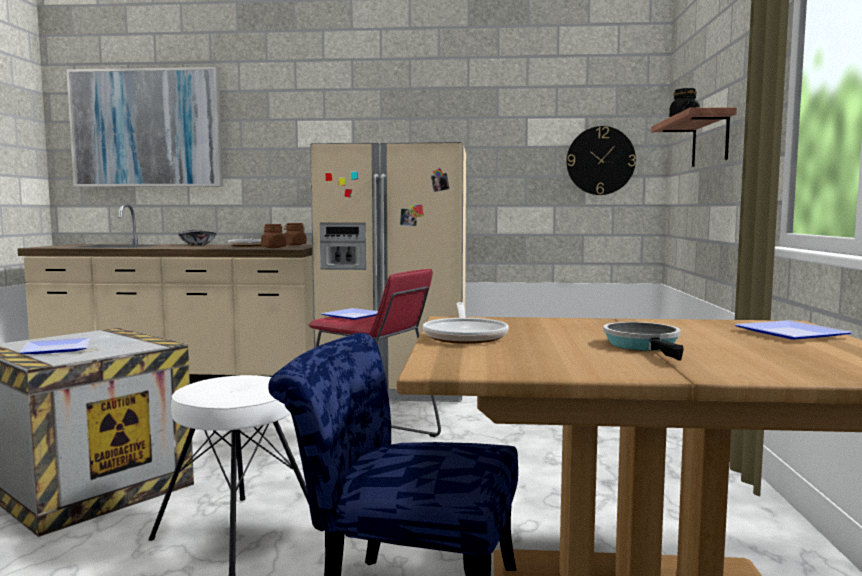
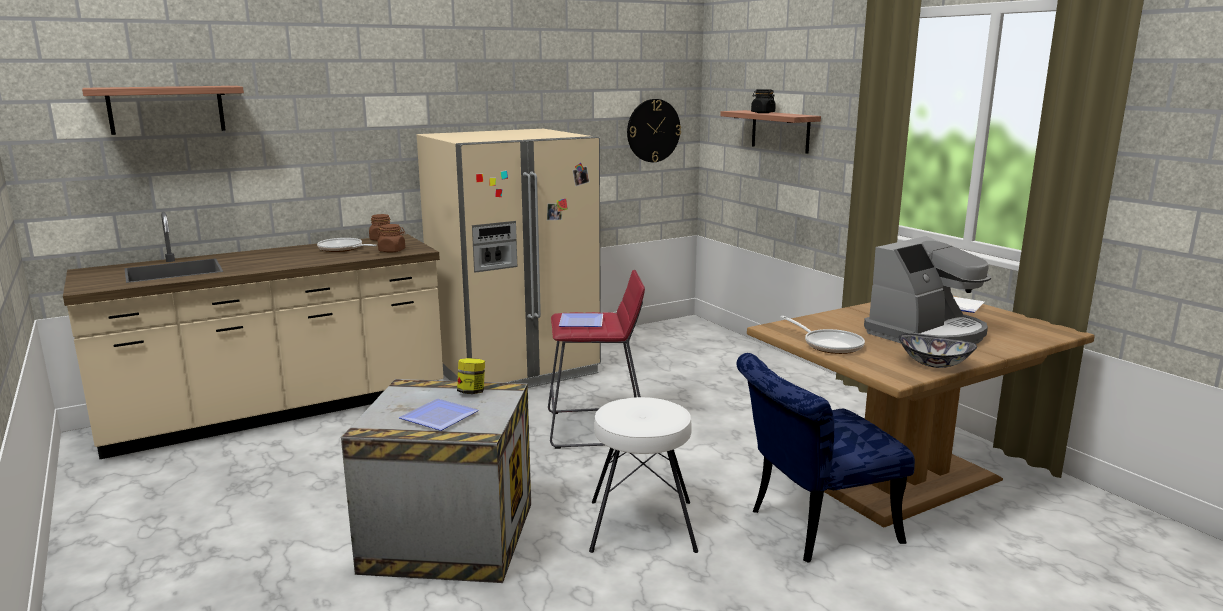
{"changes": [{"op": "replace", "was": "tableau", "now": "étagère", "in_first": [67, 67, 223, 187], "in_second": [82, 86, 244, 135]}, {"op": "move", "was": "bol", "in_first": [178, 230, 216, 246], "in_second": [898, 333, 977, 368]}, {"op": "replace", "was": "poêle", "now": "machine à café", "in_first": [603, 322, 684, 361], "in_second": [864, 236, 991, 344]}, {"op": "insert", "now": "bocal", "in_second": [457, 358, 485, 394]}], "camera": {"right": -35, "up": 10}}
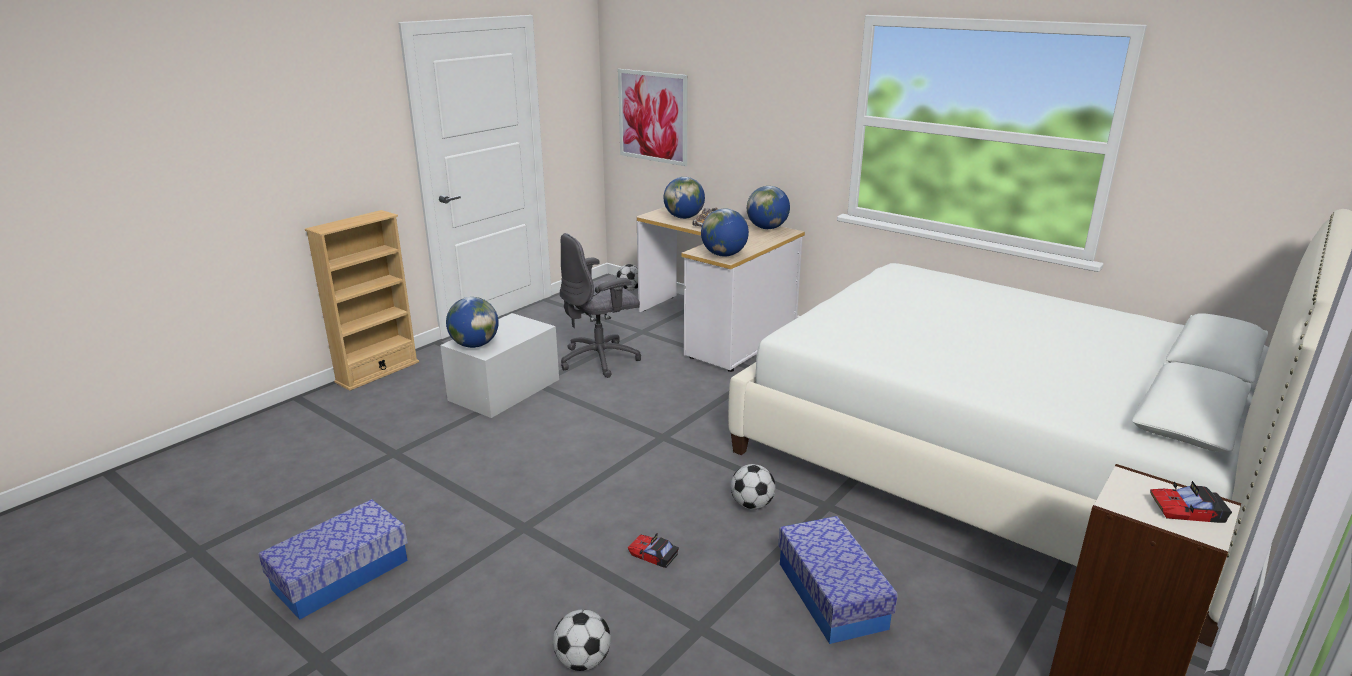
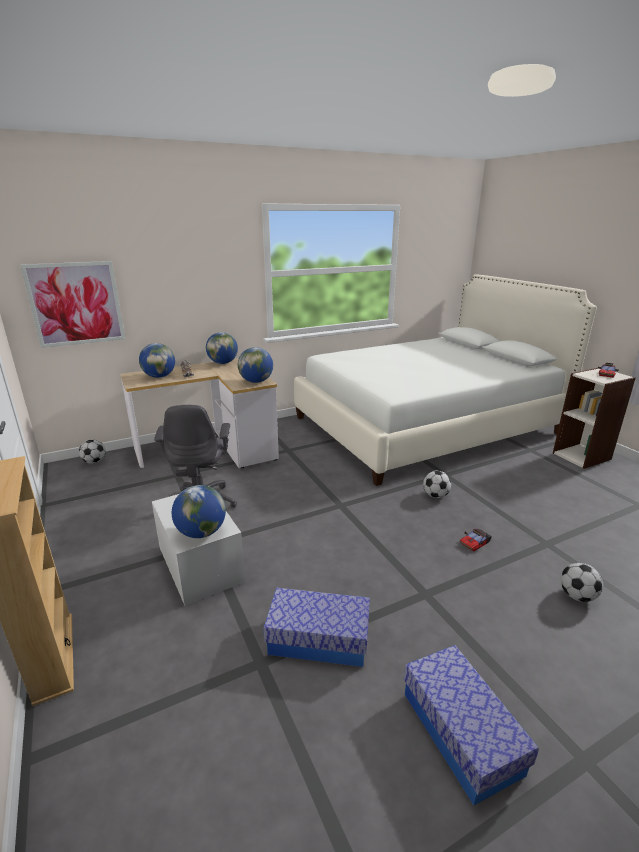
{"changes": [{"op": "move", "was": "boîte de rangement", "in_first": [778, 516, 898, 644], "in_second": [263, 588, 370, 667]}], "camera": {"right": -65, "up": 0}}
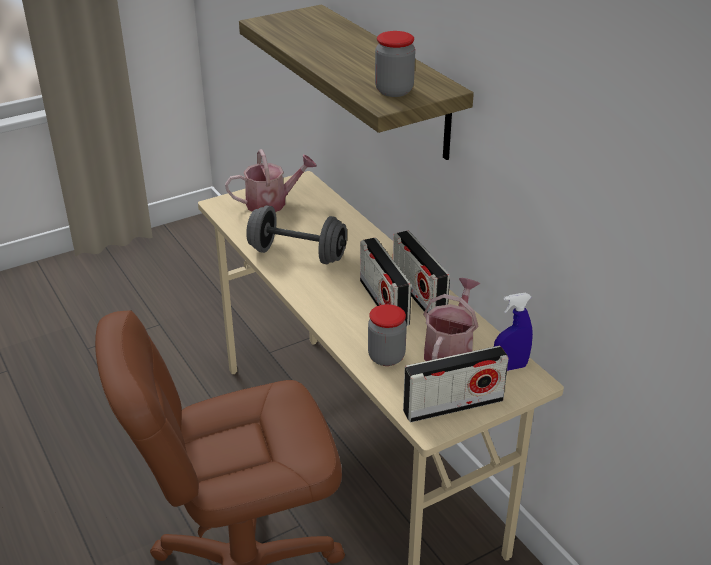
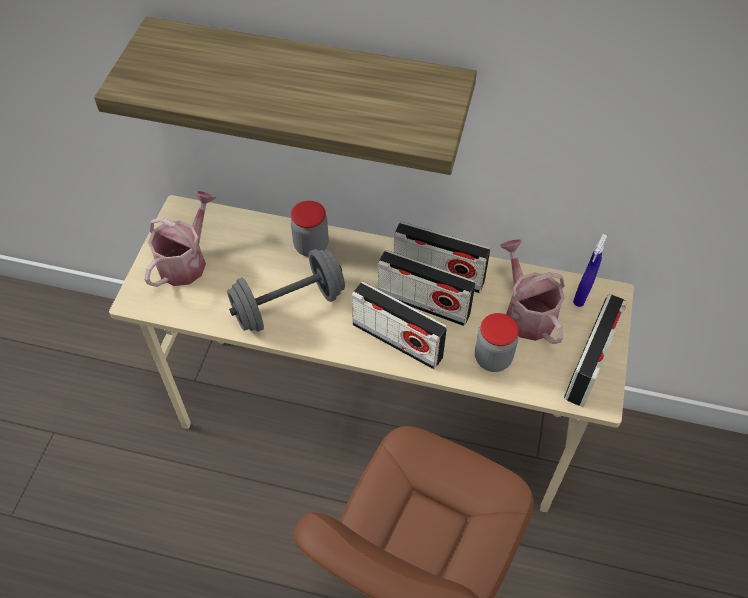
{"changes": [{"op": "move", "was": "bocal", "in_first": [375, 31, 415, 97], "in_second": [291, 201, 329, 257]}, {"op": "insert", "now": "radio", "in_second": [352, 281, 447, 369]}], "camera": {"right": -45, "up": 20}}
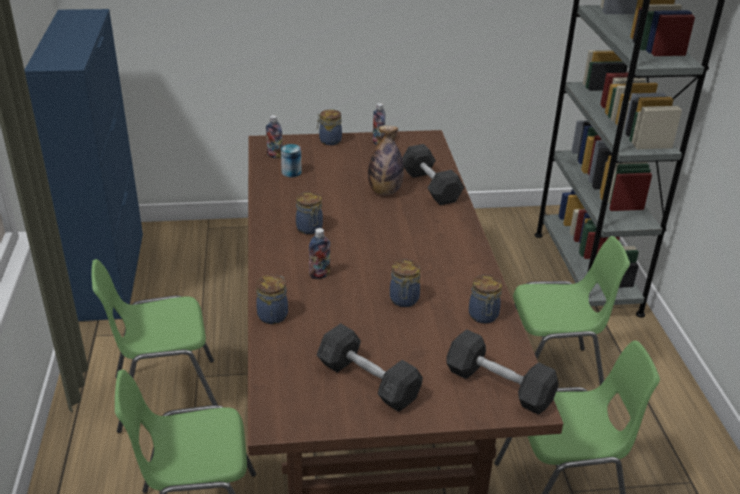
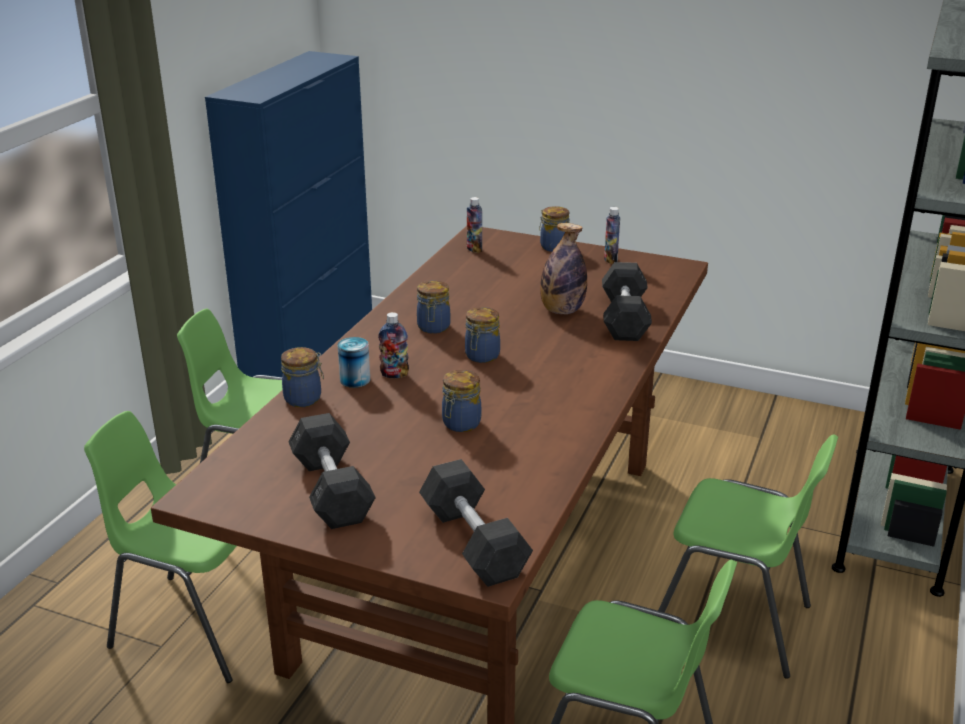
{"changes": [{"op": "move", "was": "boîte métallique", "in_first": [281, 144, 302, 177], "in_second": [337, 337, 370, 388]}, {"op": "move", "was": "bocal", "in_first": [469, 275, 502, 324], "in_second": [465, 307, 500, 363]}], "camera": {"right": 30, "up": -5}}
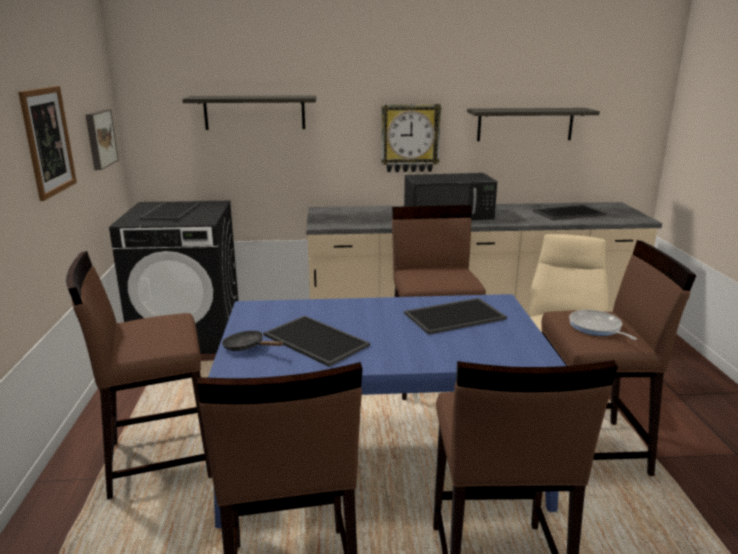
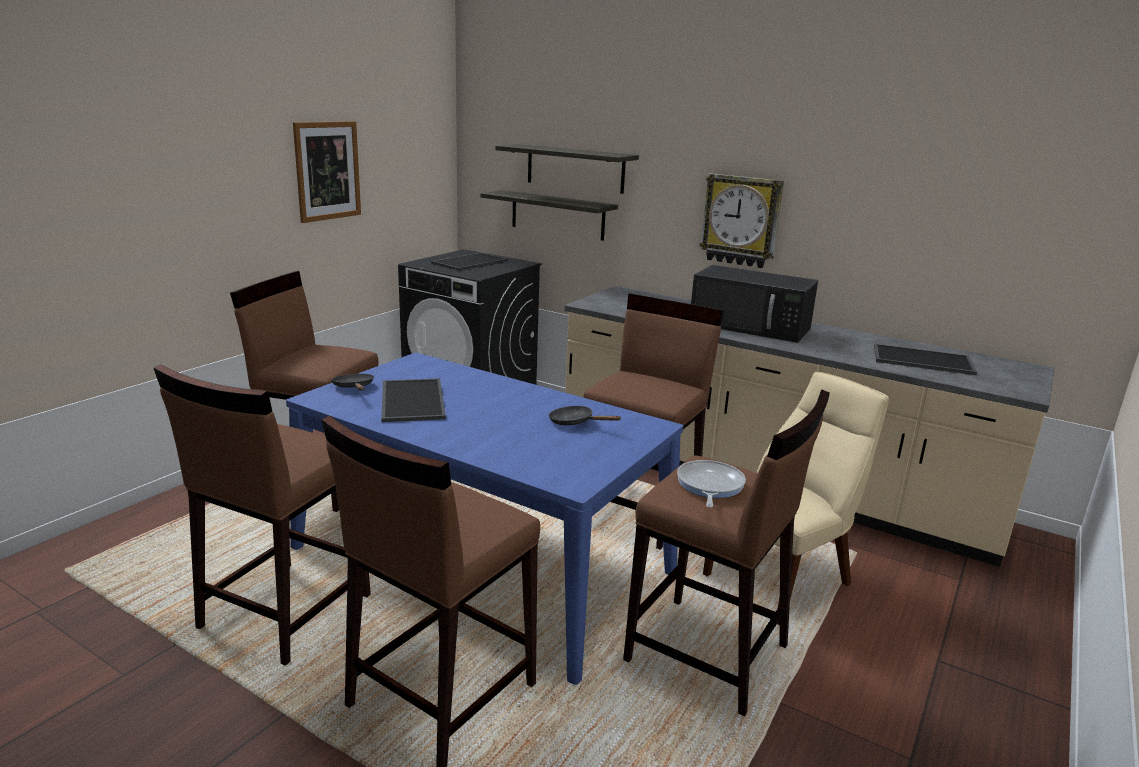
{"changes": [{"op": "move", "was": "étagère", "in_first": [467, 108, 600, 141], "in_second": [480, 190, 618, 241]}, {"op": "delete", "was": "tableau", "in_first": [86, 109, 119, 170]}, {"op": "replace", "was": "plateau", "now": "poêle [noir]", "in_first": [404, 298, 507, 335], "in_second": [549, 406, 620, 425]}], "camera": {"right": 35, "up": 0}}
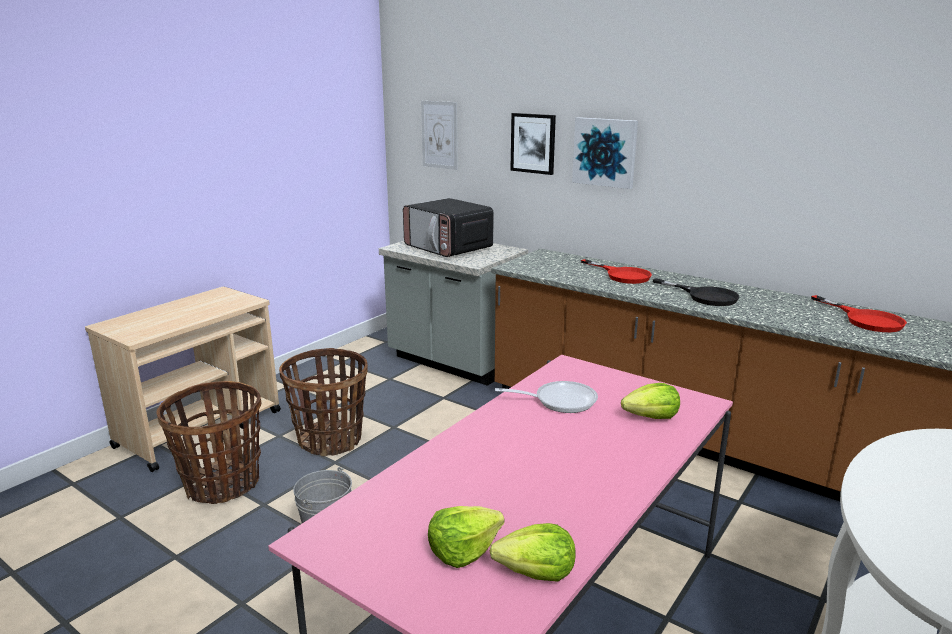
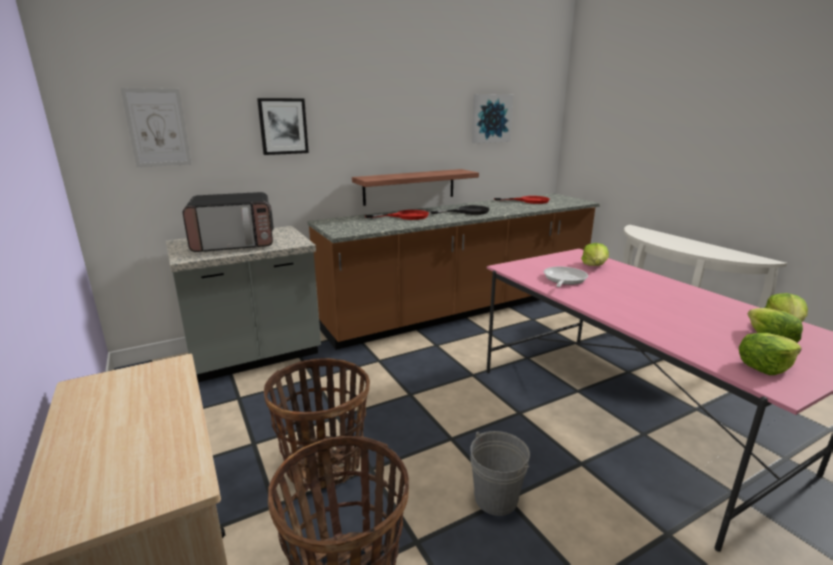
{"changes": [{"op": "move", "was": "tableau", "in_first": [572, 117, 638, 189], "in_second": [472, 94, 513, 143]}, {"op": "insert", "now": "étagère", "in_second": [352, 169, 479, 206]}, {"op": "insert", "now": "laitue", "in_second": [739, 333, 802, 375]}], "camera": {"right": -65, "up": 0}}
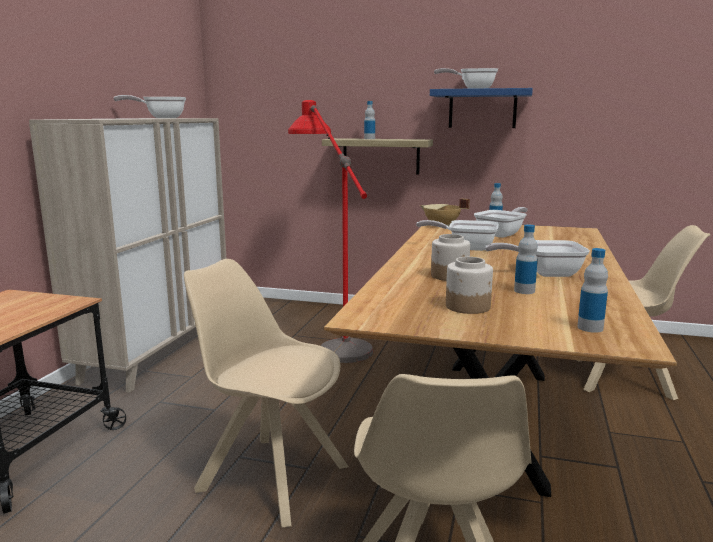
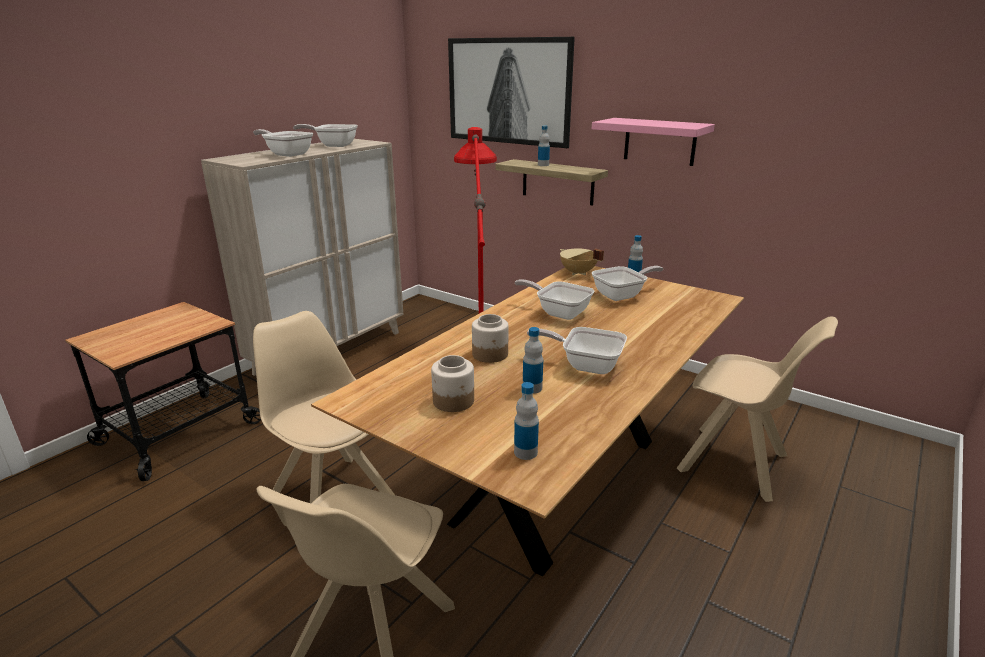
{"changes": [{"op": "move", "was": "poêle", "in_first": [434, 68, 498, 89], "in_second": [253, 129, 313, 157]}, {"op": "recolor", "was": "étagère [bleu]", "now": "étagère [rose]", "in_first": [430, 88, 533, 128], "in_second": [592, 118, 715, 166]}, {"op": "insert", "now": "tableau", "in_second": [448, 37, 575, 148]}], "camera": {"right": 20, "up": 10}}
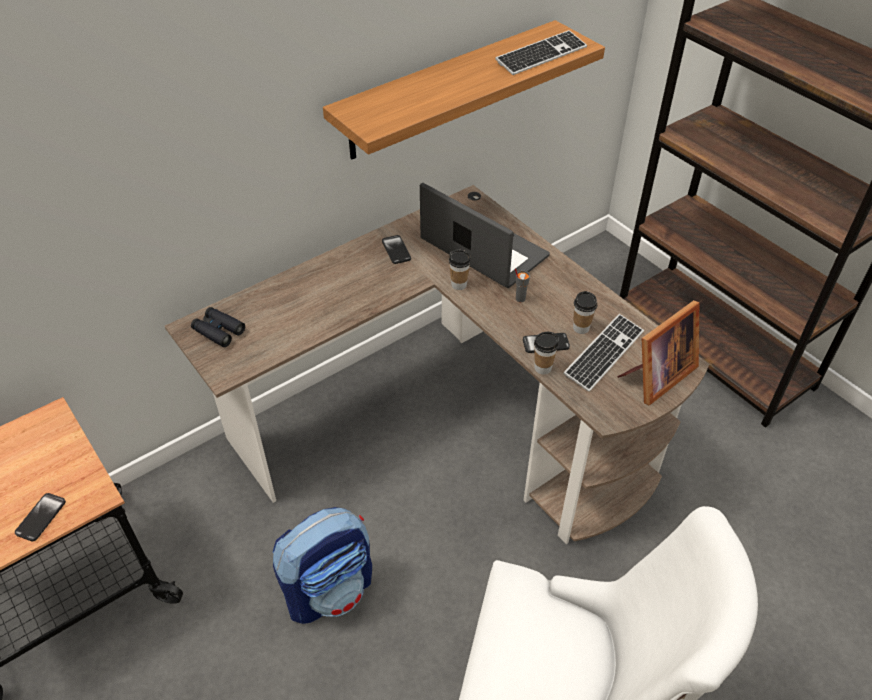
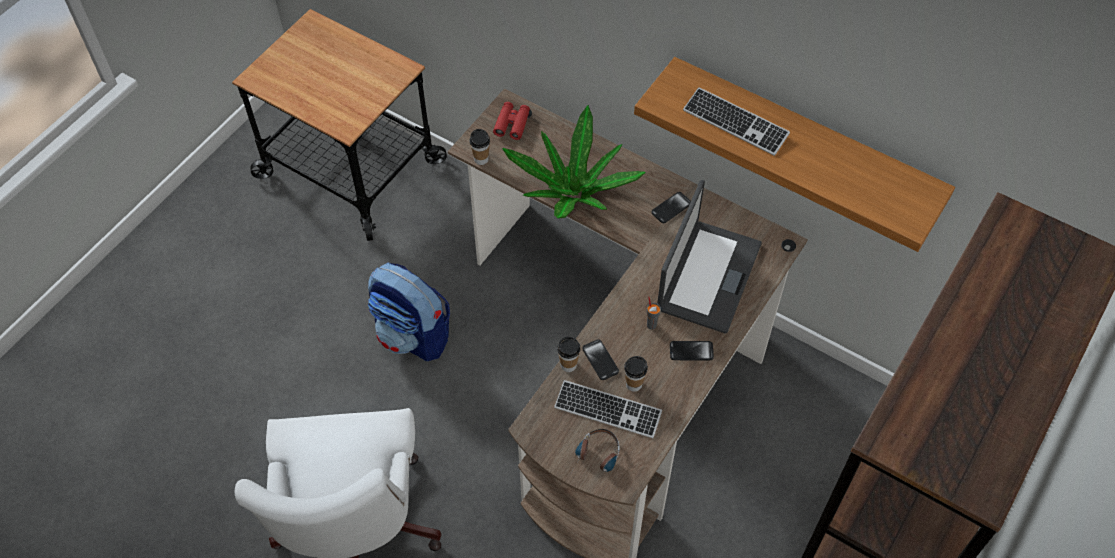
{"changes": [{"op": "move", "was": "clavier", "in_first": [495, 30, 587, 75], "in_second": [683, 87, 790, 156]}, {"op": "move", "was": "tasse", "in_first": [449, 250, 471, 290], "in_second": [469, 129, 490, 165]}, {"op": "replace", "was": "cadre photo", "now": "casque audio", "in_first": [617, 300, 699, 405], "in_second": [575, 429, 620, 472]}, {"op": "recolor", "was": "jumelles [noir]", "now": "jumelles [rouge]", "in_first": [191, 307, 245, 347], "in_second": [493, 102, 530, 140]}, {"op": "move", "was": "téléphone", "in_first": [15, 493, 66, 541], "in_second": [670, 341, 714, 360]}, {"op": "insert", "now": "plante en pot", "in_second": [502, 105, 646, 219]}], "camera": {"right": 70, "up": 10}}
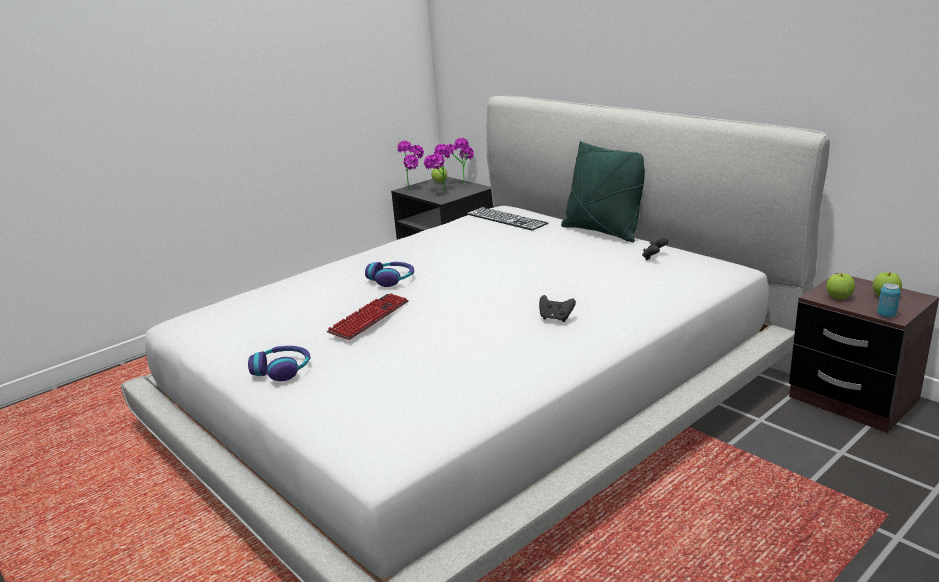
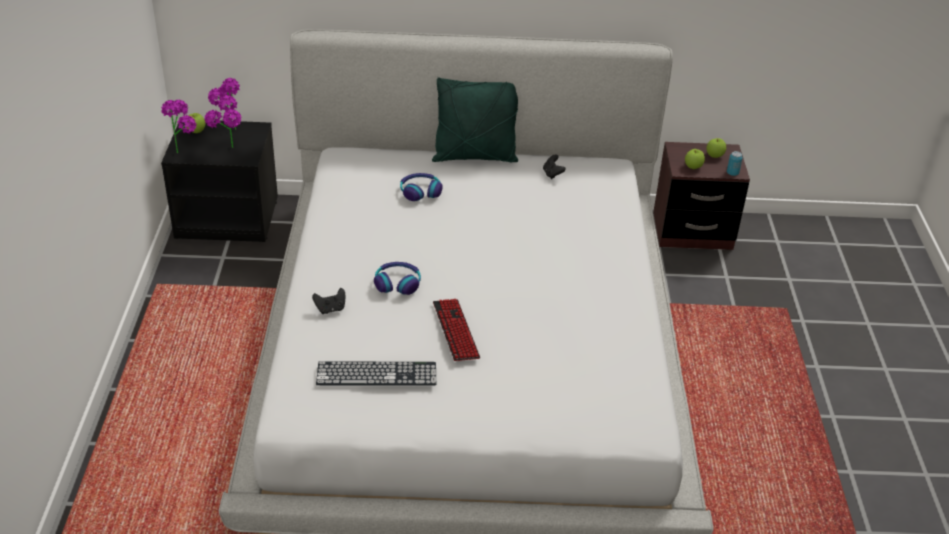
{"changes": [{"op": "move", "was": "clavier", "in_first": [466, 207, 548, 230], "in_second": [316, 361, 436, 385]}, {"op": "move", "was": "manette [noir]", "in_first": [539, 295, 576, 322], "in_second": [312, 288, 345, 314]}, {"op": "move", "was": "casque audio", "in_first": [248, 346, 310, 381], "in_second": [400, 173, 443, 201]}], "camera": {"right": -50, "up": 15}}
